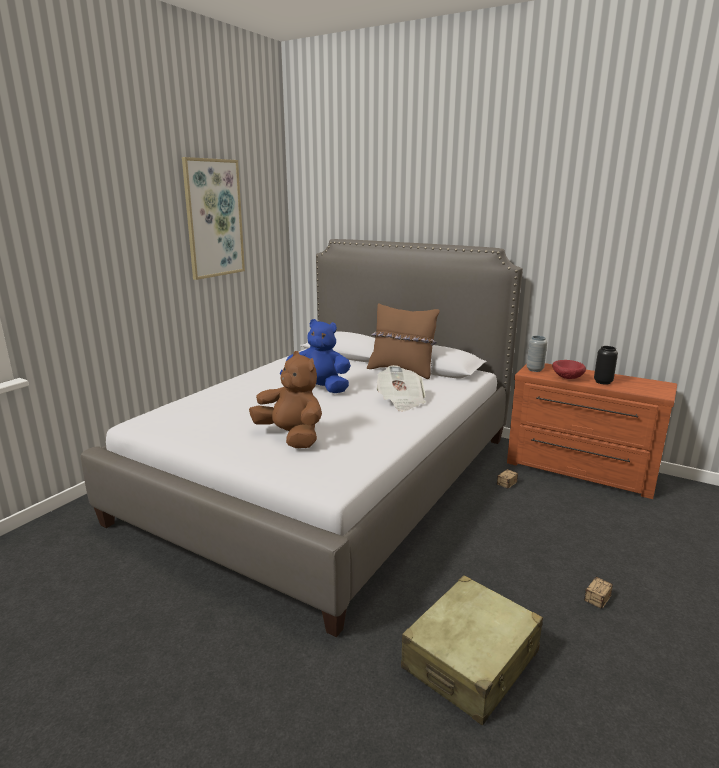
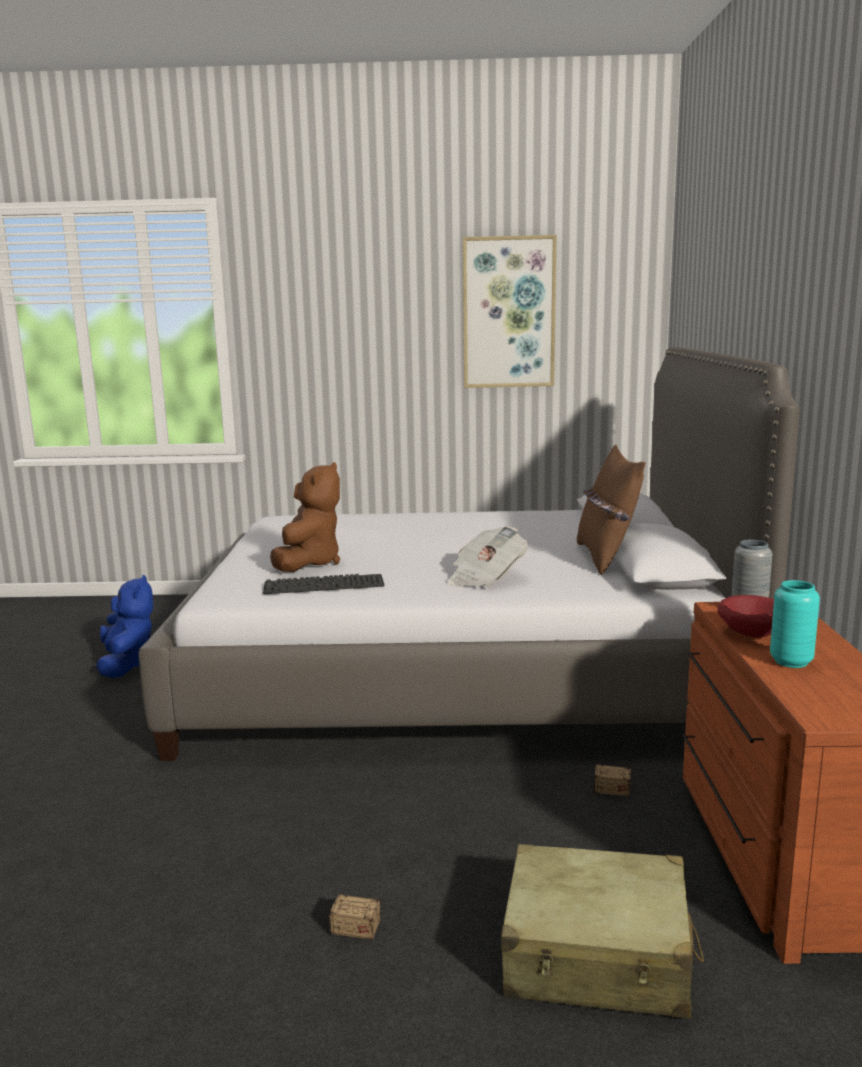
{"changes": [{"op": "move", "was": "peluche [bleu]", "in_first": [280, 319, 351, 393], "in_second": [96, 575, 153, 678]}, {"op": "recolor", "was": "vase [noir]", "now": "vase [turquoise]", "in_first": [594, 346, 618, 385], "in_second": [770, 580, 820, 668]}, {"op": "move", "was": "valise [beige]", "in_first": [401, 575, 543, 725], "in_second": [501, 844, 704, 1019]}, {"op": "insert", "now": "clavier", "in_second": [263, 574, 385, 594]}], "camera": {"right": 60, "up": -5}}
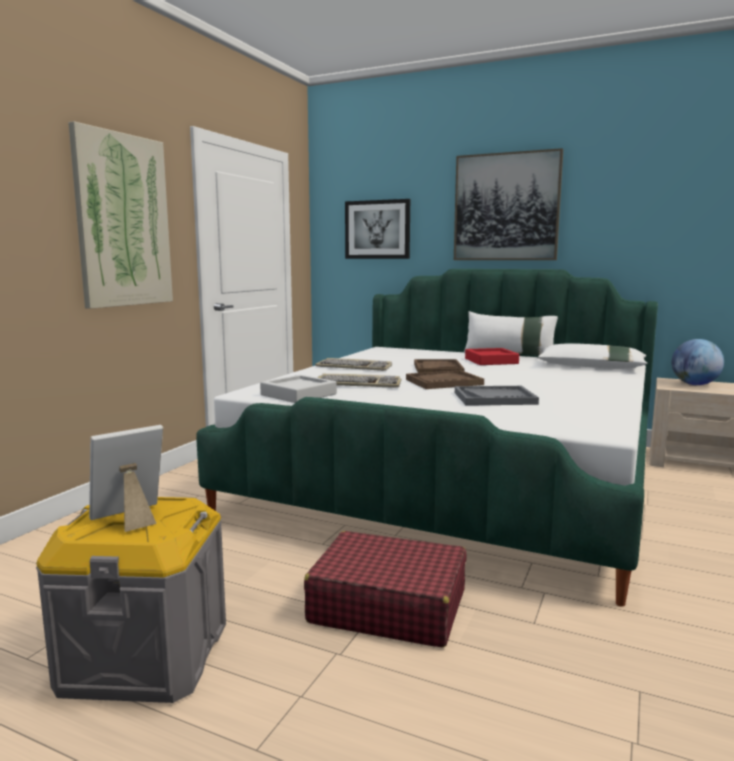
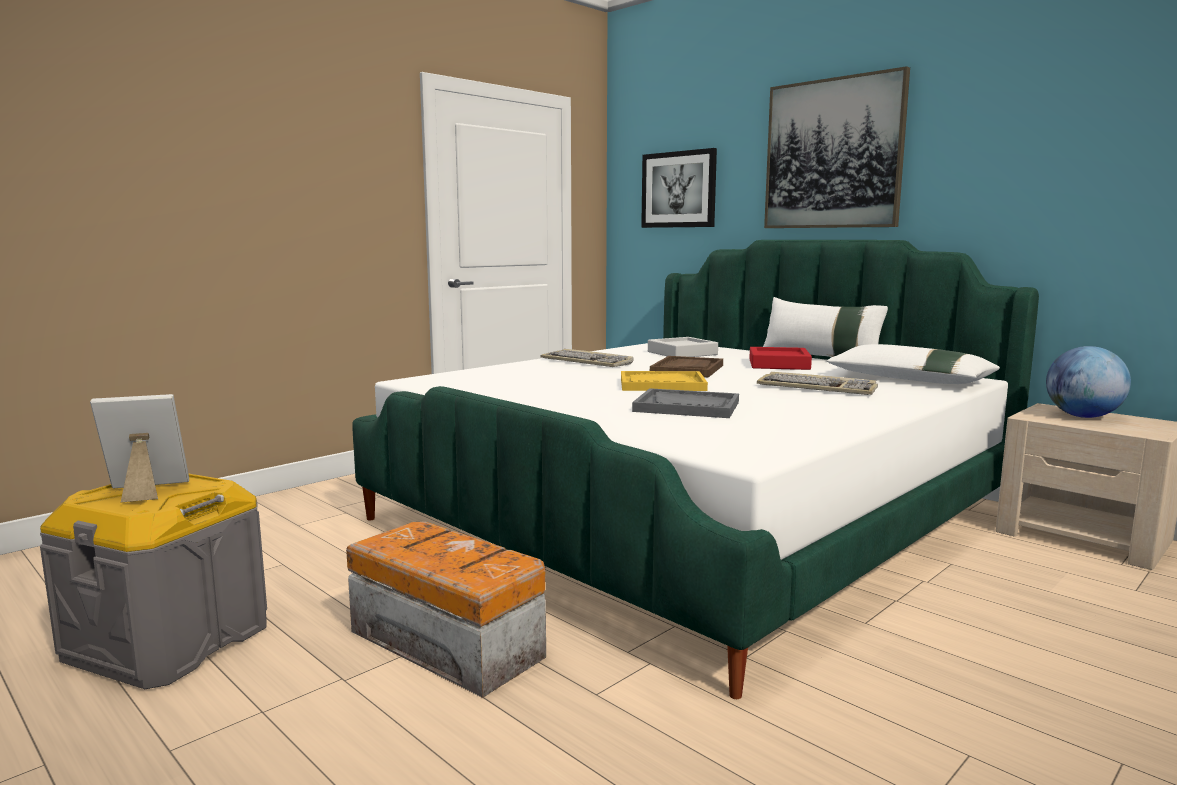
{"changes": [{"op": "delete", "was": "tableau", "in_first": [68, 121, 173, 309]}, {"op": "recolor", "was": "plateau [marron]", "now": "plateau [jaune]", "in_first": [406, 370, 484, 389], "in_second": [621, 371, 708, 391]}, {"op": "move", "was": "clavier", "in_first": [318, 374, 402, 388], "in_second": [757, 372, 878, 395]}, {"op": "move", "was": "plateau [gris]", "in_first": [260, 375, 337, 403], "in_second": [648, 337, 718, 357]}, {"op": "replace", "was": "valise [rouge]", "now": "boîte de rangement", "in_first": [304, 531, 467, 648], "in_second": [346, 521, 546, 698]}], "camera": {"right": 20, "up": 0}}
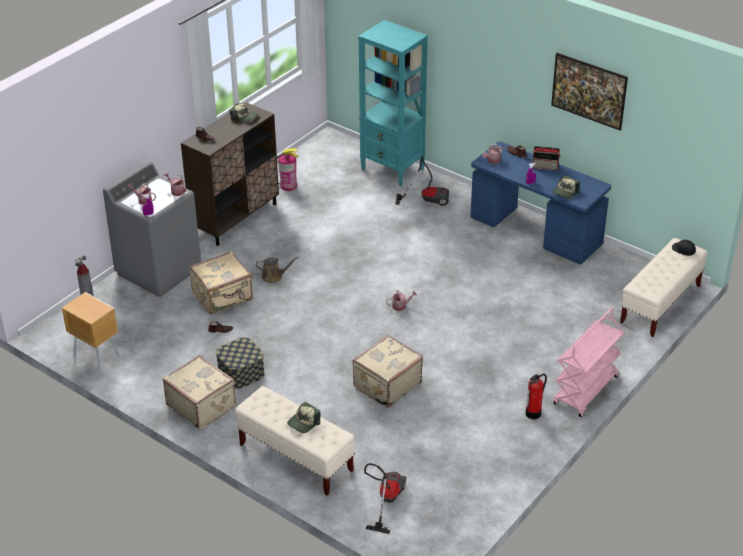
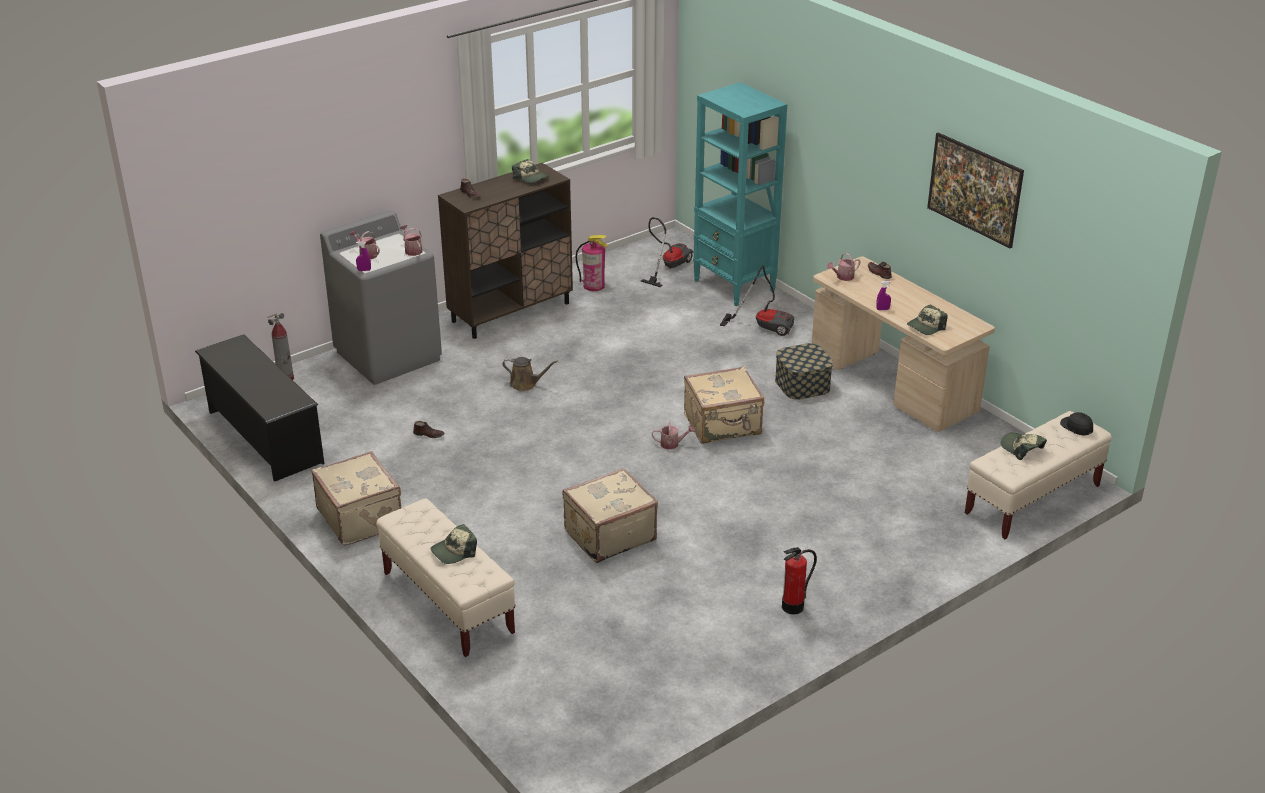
{"changes": [{"op": "recolor", "was": "bureau [bleu]", "now": "bureau [beige]", "in_first": [470, 141, 611, 264], "in_second": [812, 256, 995, 432]}, {"op": "delete", "was": "radio", "in_first": [533, 146, 561, 171]}, {"op": "move", "was": "valise [beige]", "in_first": [189, 251, 253, 315], "in_second": [684, 366, 764, 444]}, {"op": "replace", "was": "table de chevet [marron]", "now": "étagère à chaussures [noir]", "in_first": [62, 292, 120, 370], "in_second": [195, 334, 324, 482]}, {"op": "delete", "was": "chariot [rose]", "in_first": [553, 307, 624, 417]}, {"op": "move", "was": "boîte de rangement", "in_first": [216, 338, 264, 389], "in_second": [775, 343, 833, 400]}, {"op": "move", "was": "aspirateur", "in_first": [364, 463, 407, 534], "in_second": [641, 217, 693, 288]}, {"op": "insert", "now": "casquette", "in_second": [1000, 432, 1047, 460]}], "camera": {"right": 15, "up": -5}}
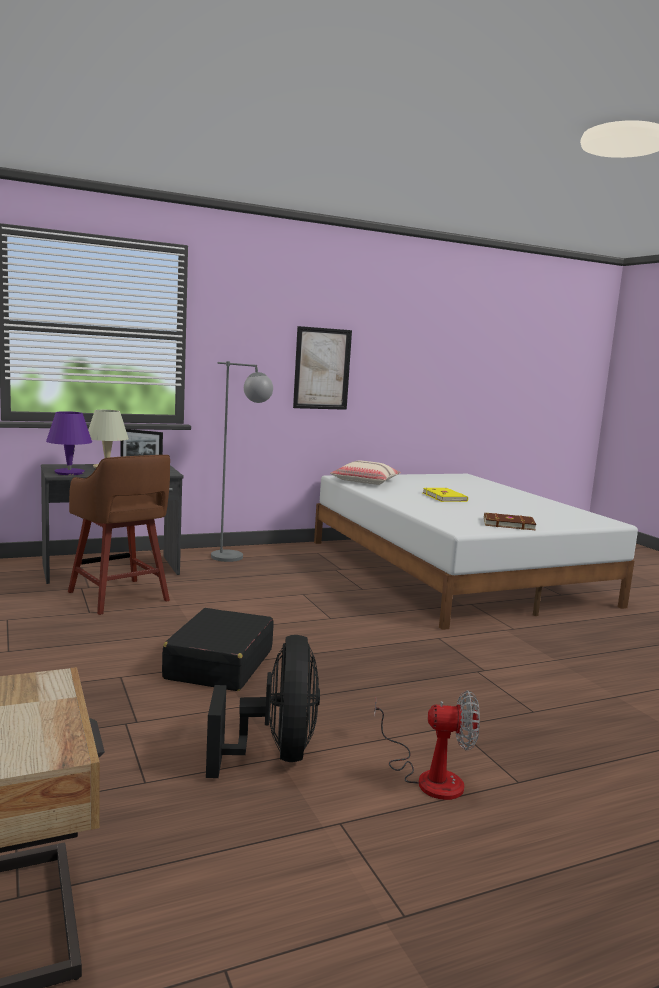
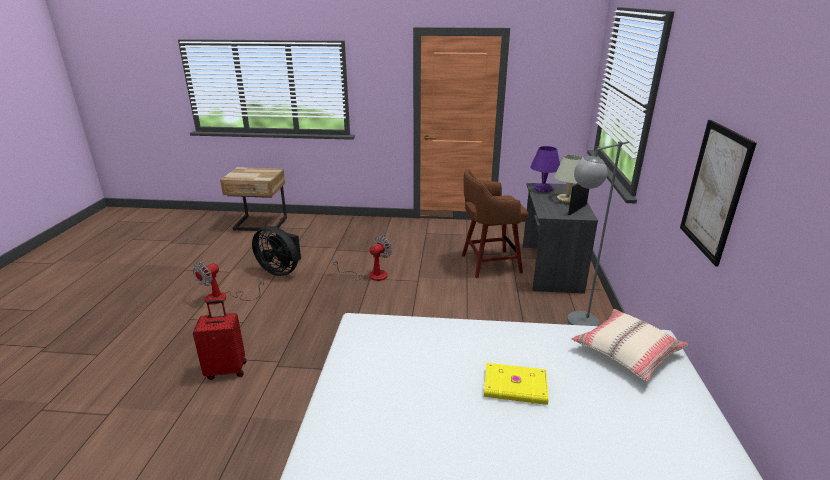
{"changes": [{"op": "delete", "was": "livre [marron]", "in_first": [484, 513, 536, 531]}, {"op": "replace", "was": "valise [noir]", "now": "ventilateur", "in_first": [162, 608, 274, 691], "in_second": [333, 236, 392, 281]}, {"op": "insert", "now": "valise [rouge]", "in_second": [193, 300, 247, 380]}], "camera": {"right": 120, "up": 15}}
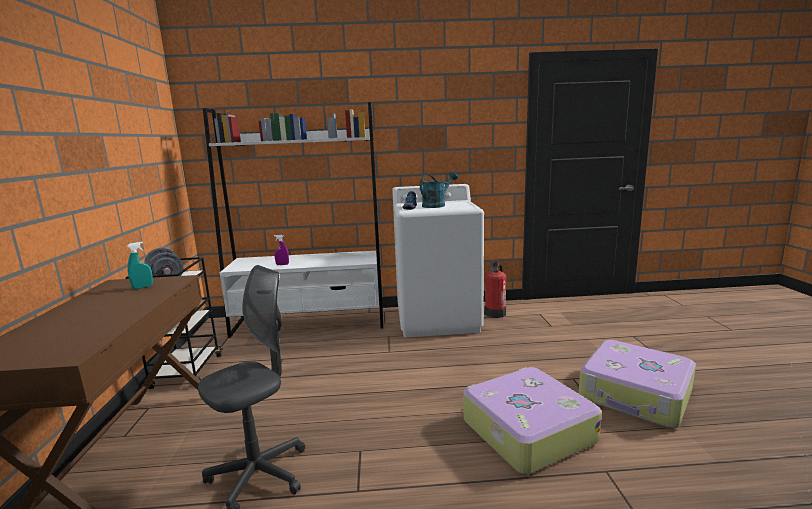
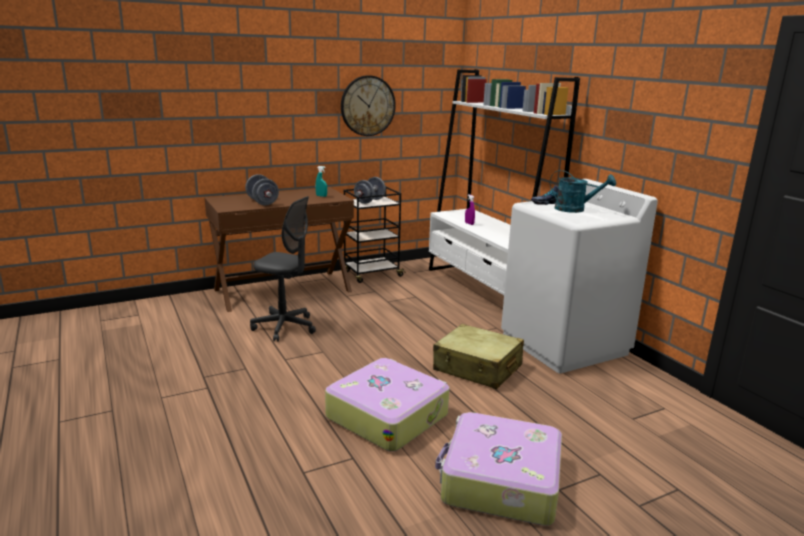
{"changes": [{"op": "delete", "was": "extincteur", "in_first": [485, 261, 506, 318]}, {"op": "insert", "now": "horloge murale", "in_second": [341, 75, 396, 136]}, {"op": "insert", "now": "haltère [gris]", "in_second": [245, 174, 279, 205]}, {"op": "insert", "now": "valise [beige]", "in_second": [433, 324, 524, 389]}], "camera": {"right": 65, "up": 5}}
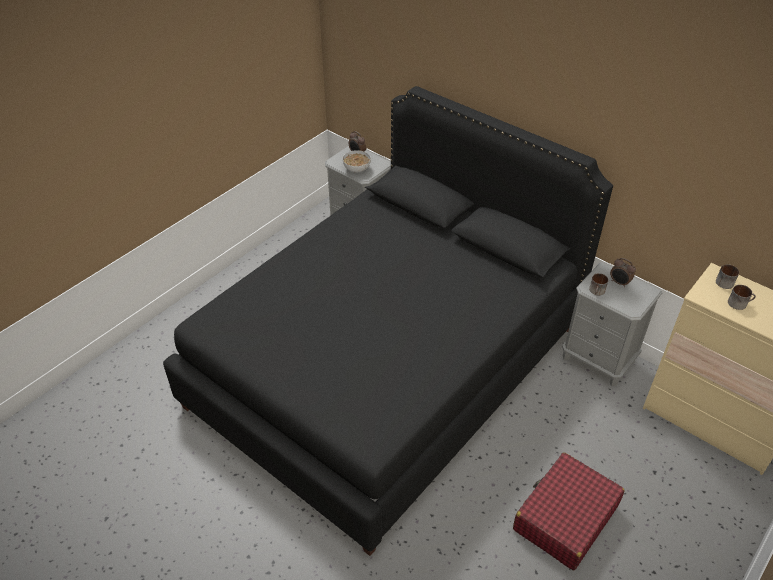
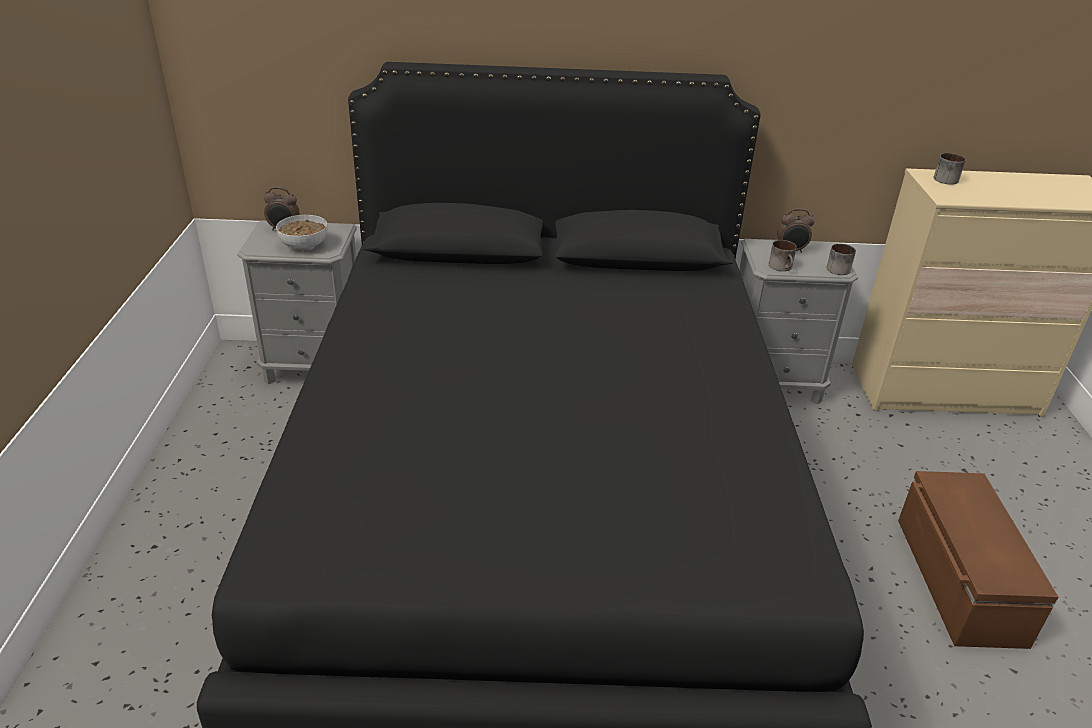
{"changes": [{"op": "move", "was": "mug", "in_first": [728, 285, 756, 310], "in_second": [827, 244, 856, 275]}, {"op": "replace", "was": "valise [rouge]", "now": "boîte de rangement [marron]", "in_first": [513, 452, 625, 570], "in_second": [898, 471, 1058, 649]}], "camera": {"right": -40, "up": -10}}
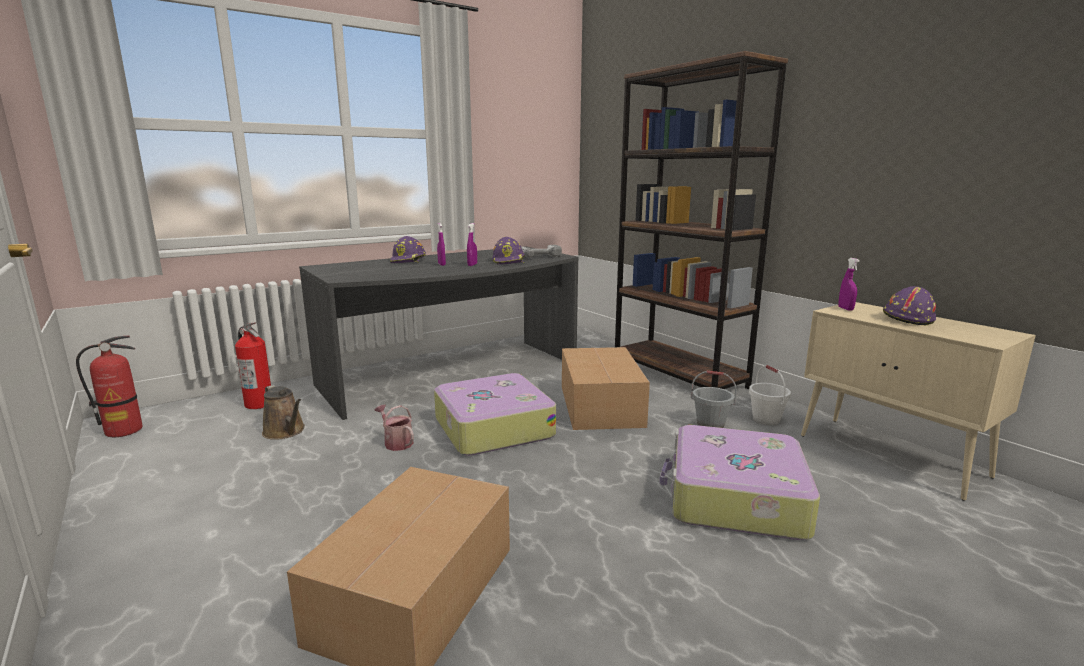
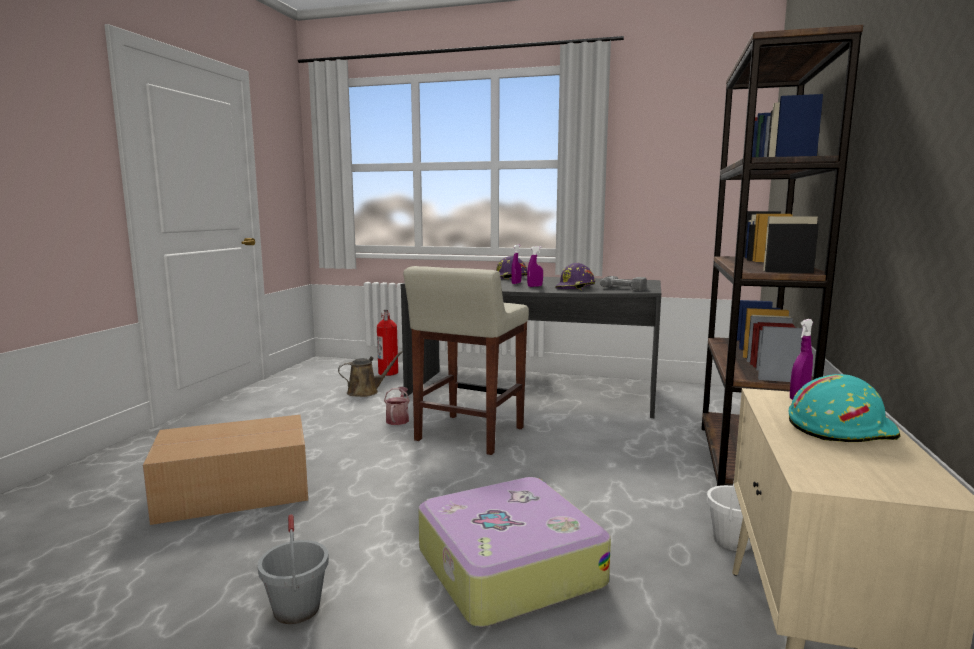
{"changes": [{"op": "recolor", "was": "casque de chantier [violet]", "now": "casque de chantier [turquoise]", "in_first": [883, 286, 936, 326], "in_second": [788, 374, 901, 442]}, {"op": "delete", "was": "extincteur", "in_first": [76, 336, 143, 437]}, {"op": "delete", "was": "carton", "in_first": [562, 347, 650, 430]}, {"op": "move", "was": "seau [gris]", "in_first": [691, 371, 737, 428], "in_second": [258, 514, 329, 624]}, {"op": "replace", "was": "valise", "now": "tabouret [beige]", "in_first": [434, 373, 556, 456], "in_second": [403, 266, 529, 455]}, {"op": "rotate", "was": "arrosoir [marron]", "in_first": [262, 385, 305, 440], "in_second": [338, 351, 403, 397], "clockwise": -120}], "camera": {"right": 50, "up": -5}}
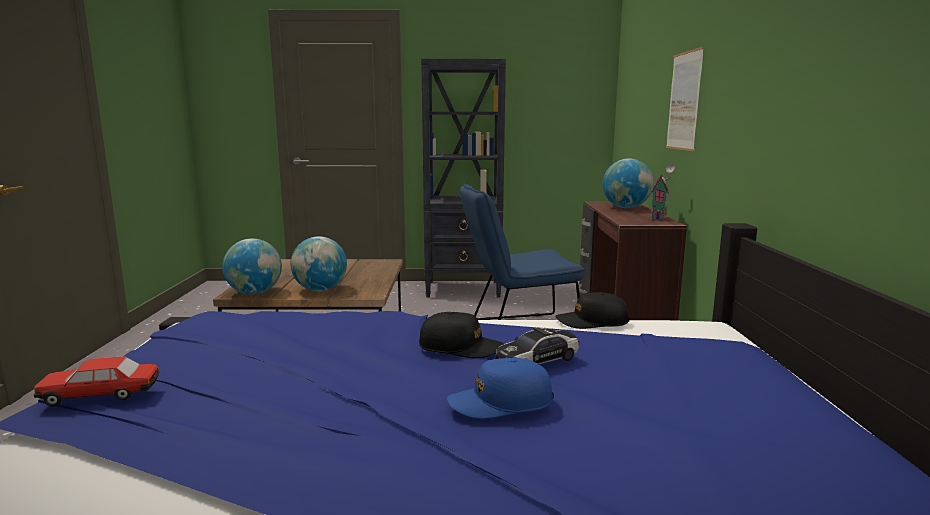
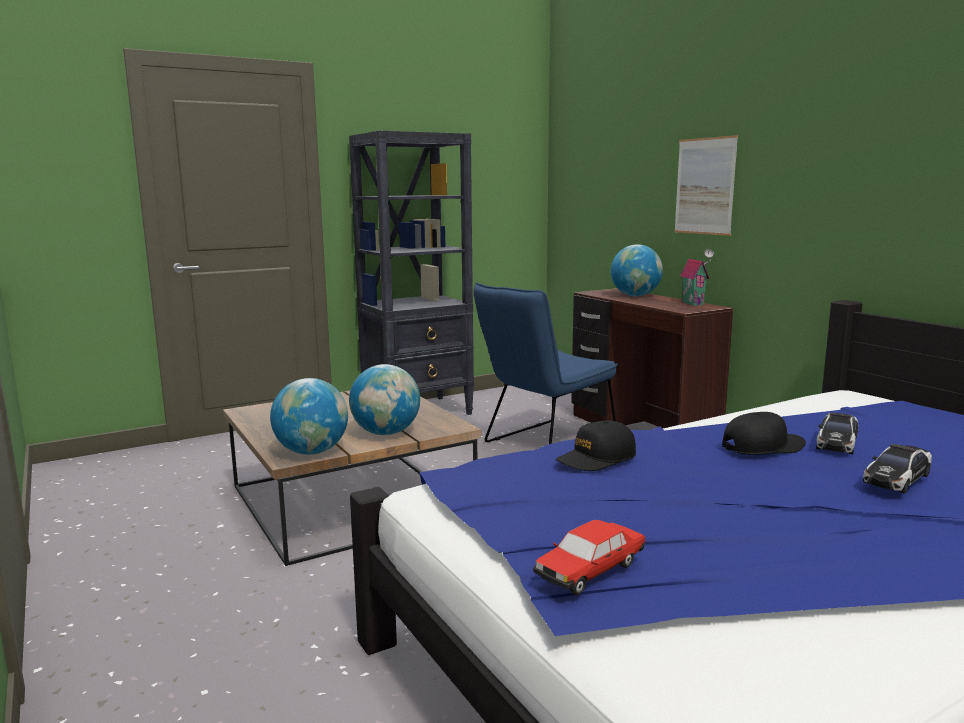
{"changes": [{"op": "move", "was": "casquette [noir]", "in_first": [556, 292, 630, 329], "in_second": [556, 421, 636, 471]}, {"op": "replace", "was": "casquette [bleu]", "now": "petite voiture", "in_first": [447, 358, 554, 419], "in_second": [863, 444, 932, 494]}], "camera": {"right": -30, "up": 0}}
